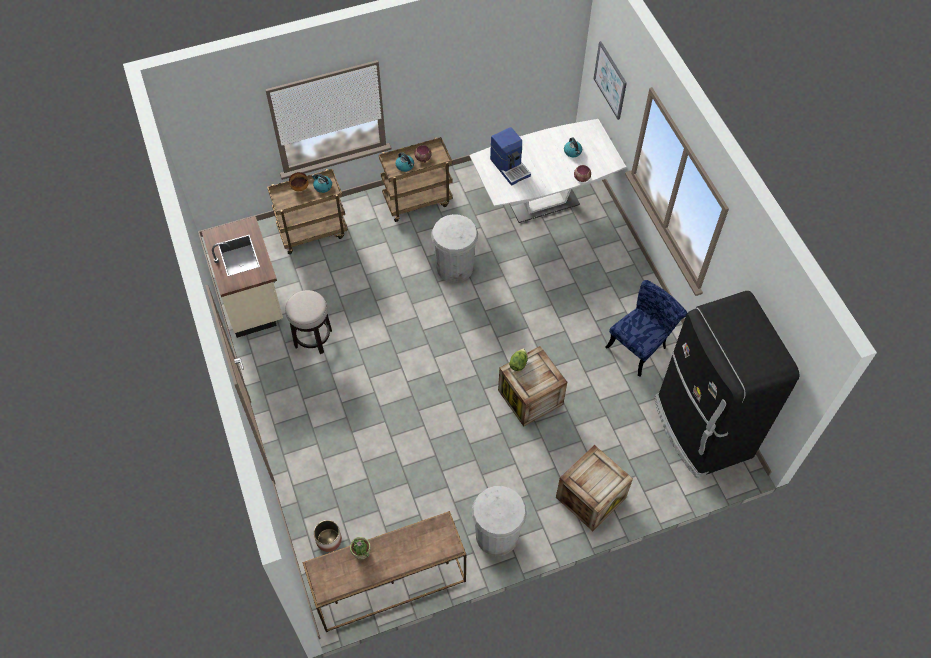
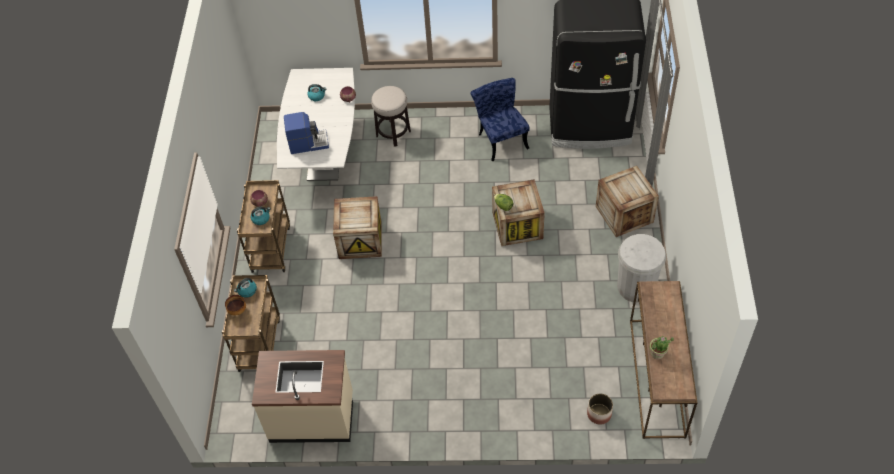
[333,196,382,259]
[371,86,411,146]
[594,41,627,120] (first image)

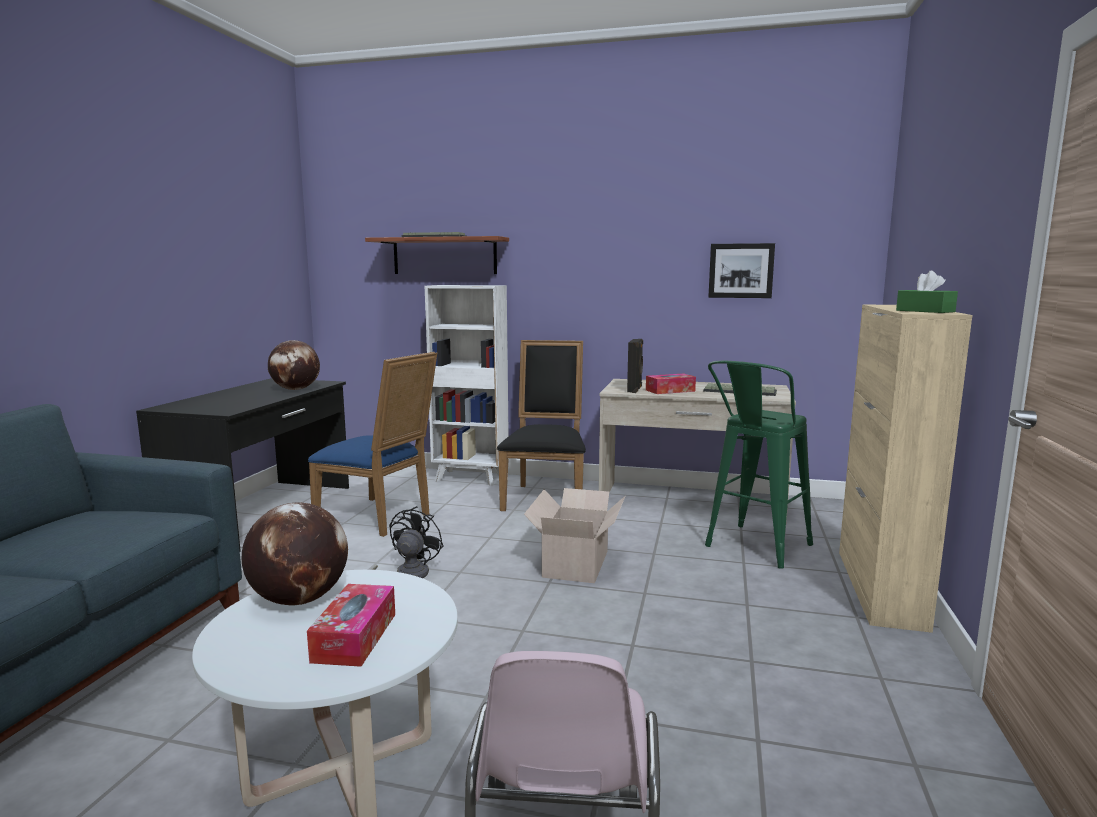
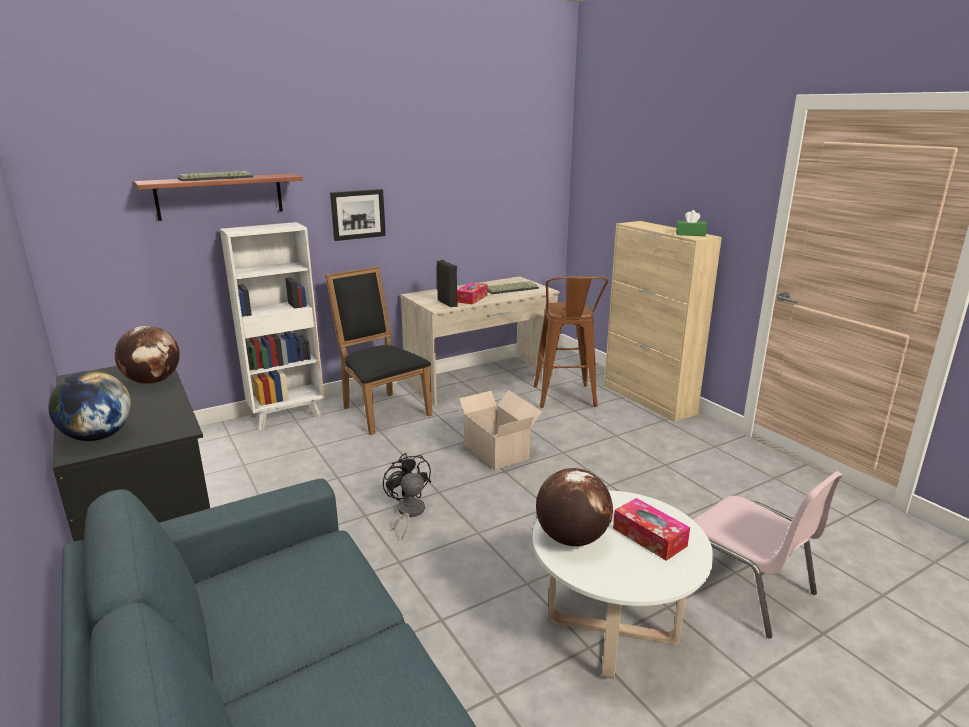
[48,370,131,441]
[330,189,386,241]
[534,276,608,408]
[308,352,437,537] (first image)

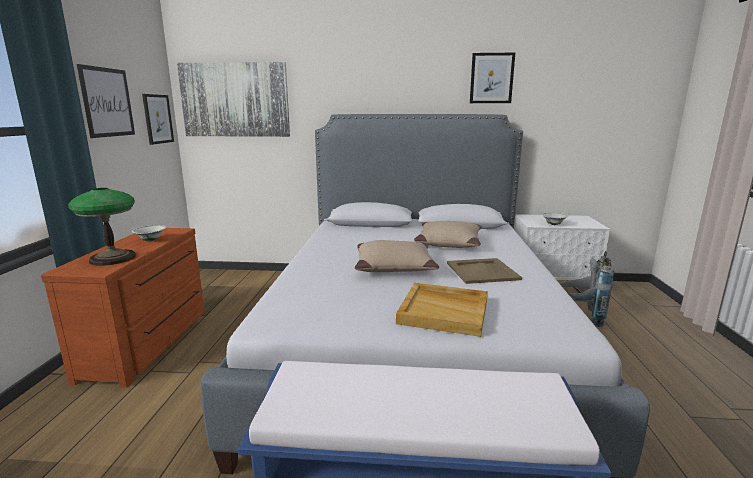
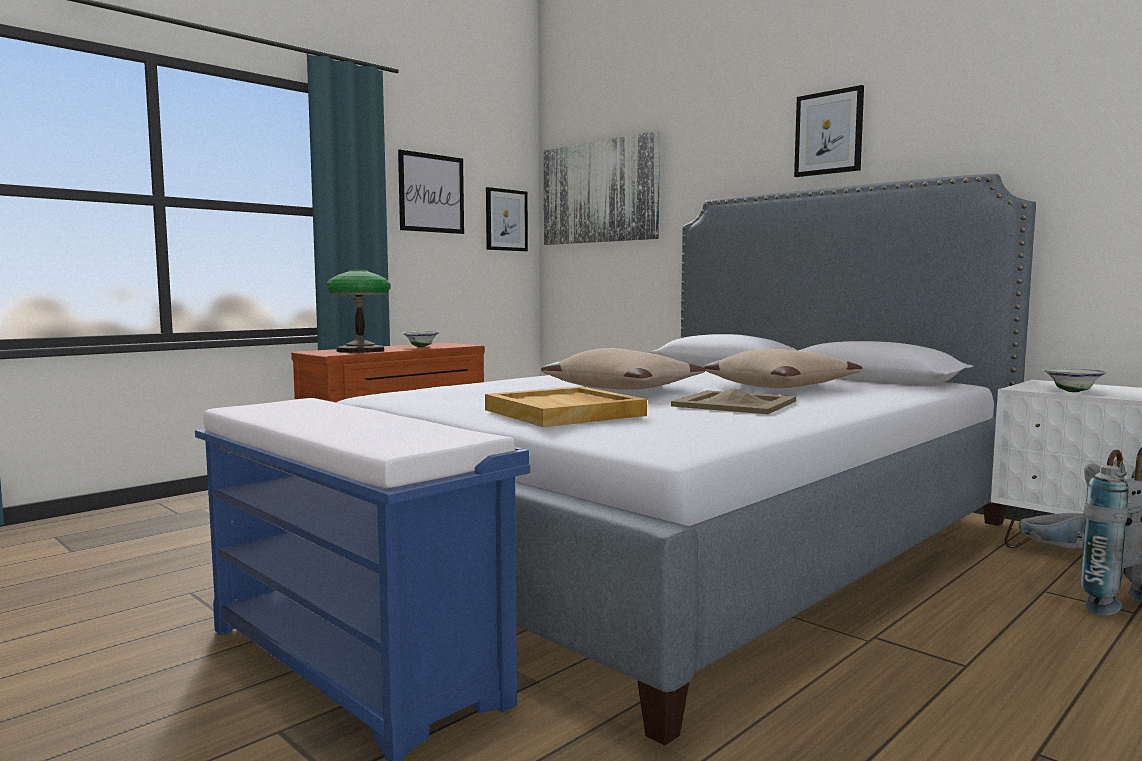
[794,85,864,177]

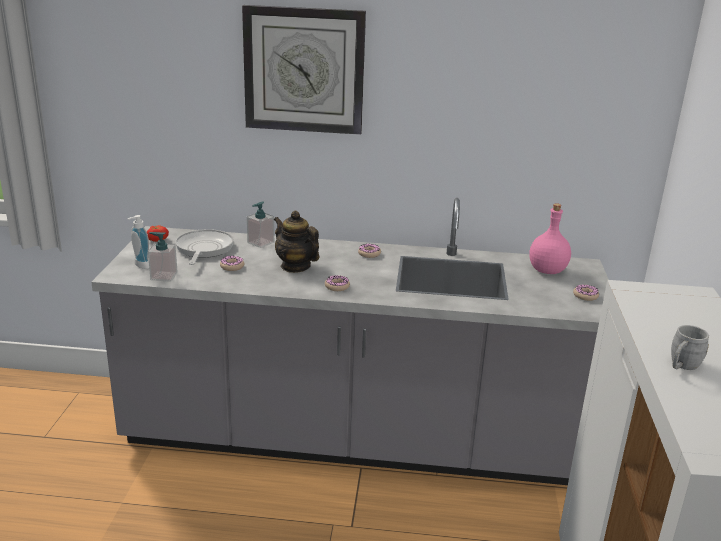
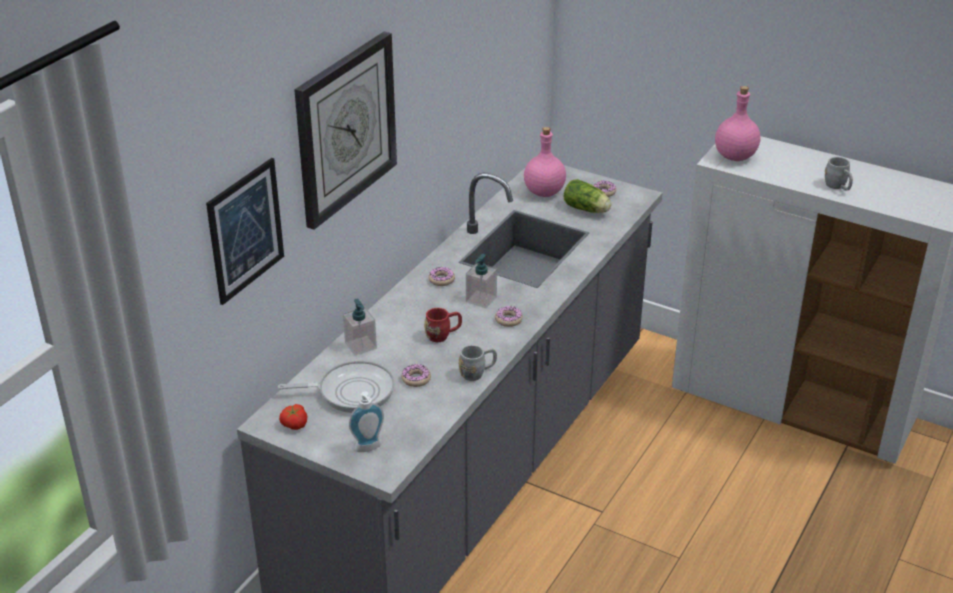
[206,158,284,305]
[278,361,395,413]
[424,308,462,342]
[459,345,497,381]
[466,254,497,308]
[564,179,612,213]
[715,86,761,161]

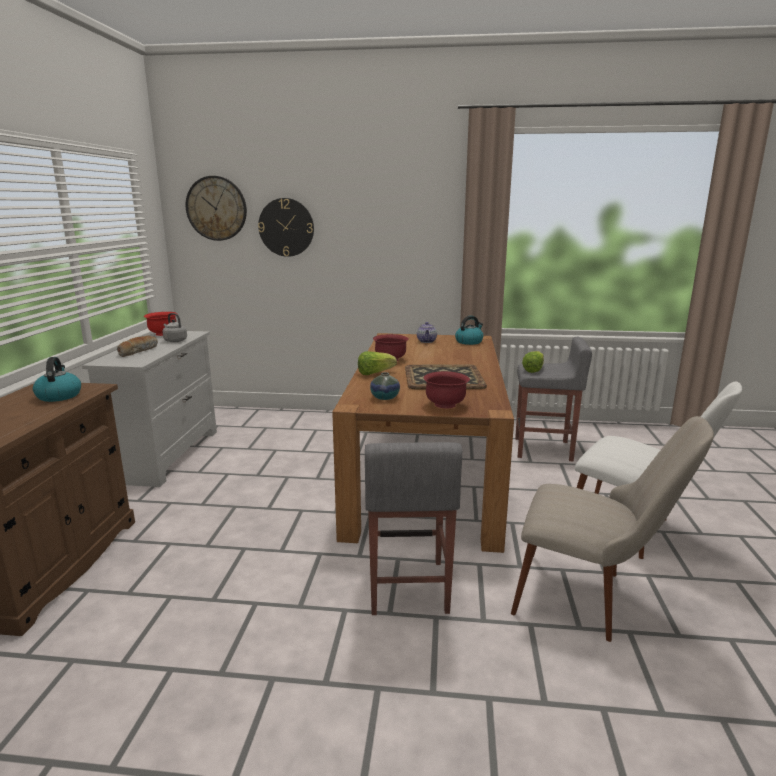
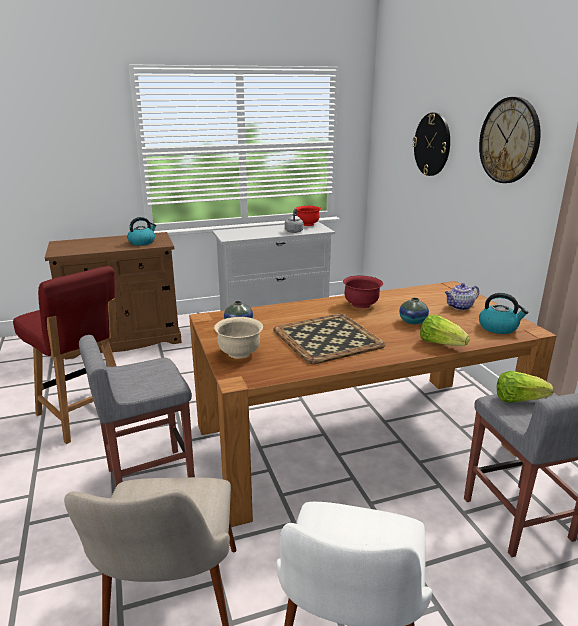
[13,266,117,444]
[214,317,263,359]
[399,298,429,324]
[420,315,470,346]
[479,97,541,183]
[117,336,158,357] (first image)

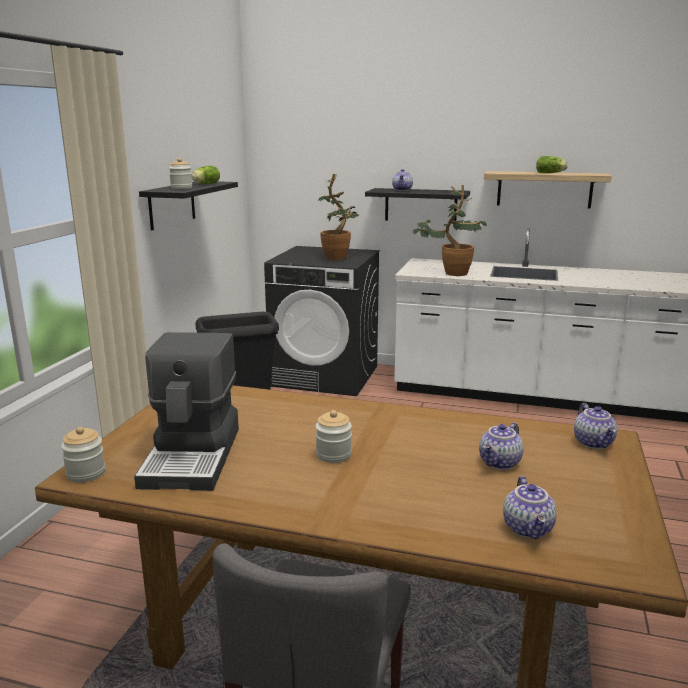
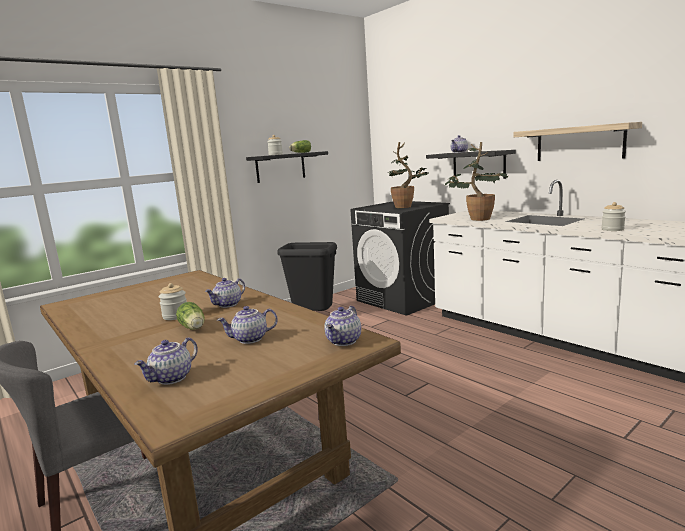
[176,302,205,330]
[205,278,245,308]
[601,202,626,231]
[134,332,239,491] (first image)

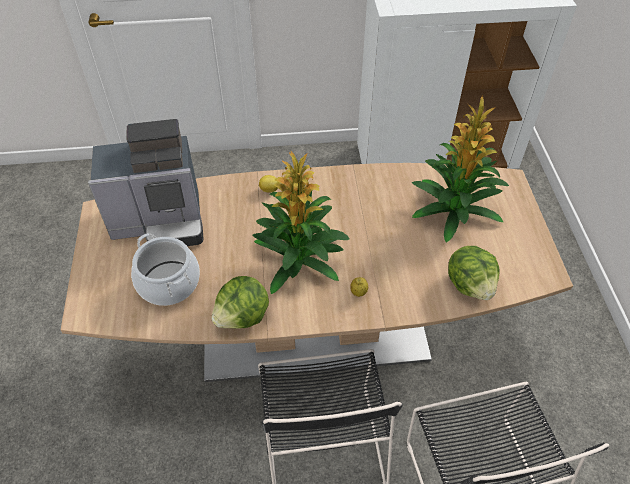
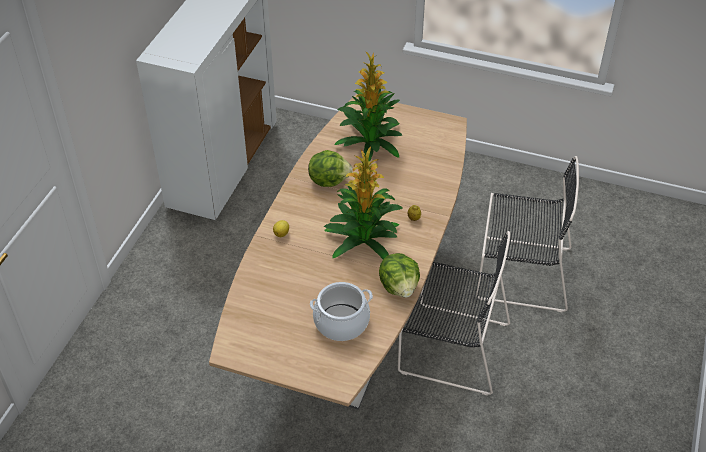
[308,150,353,187]
[88,119,204,246] (first image)

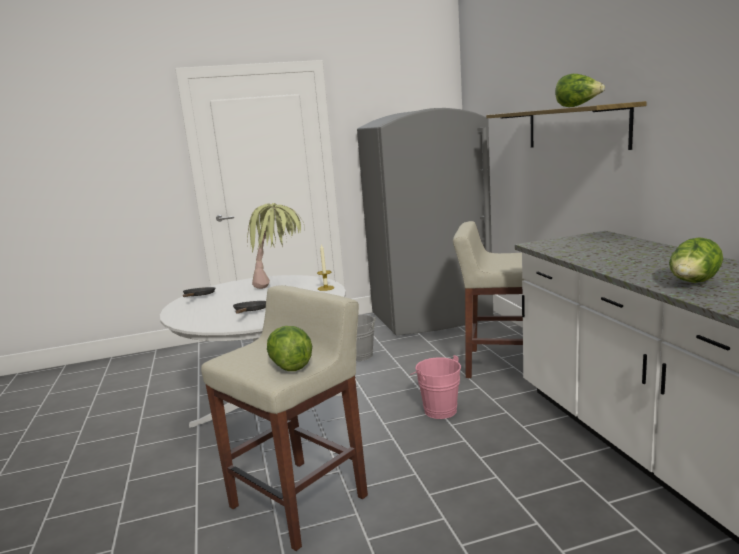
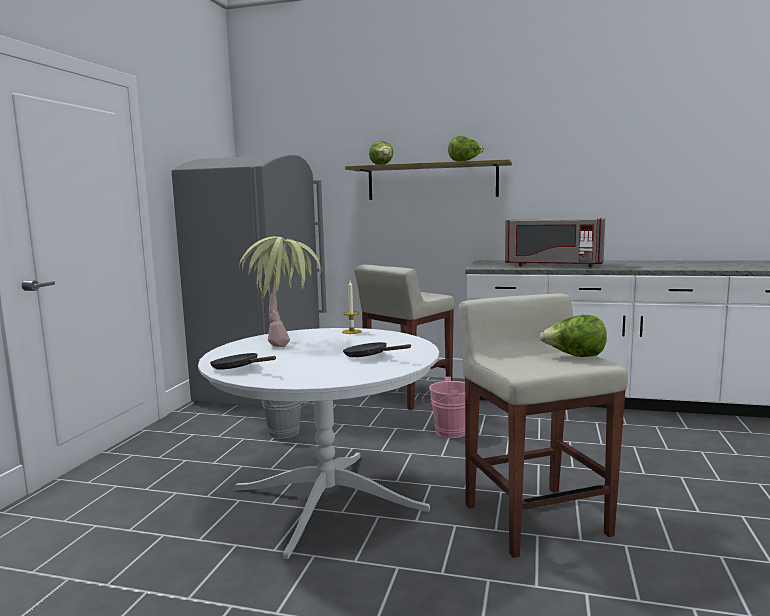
[369,141,393,165]
[505,218,605,267]

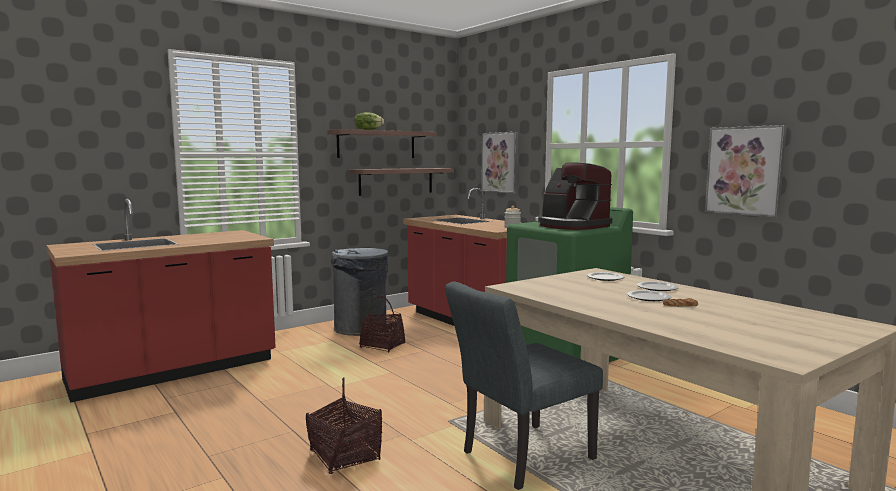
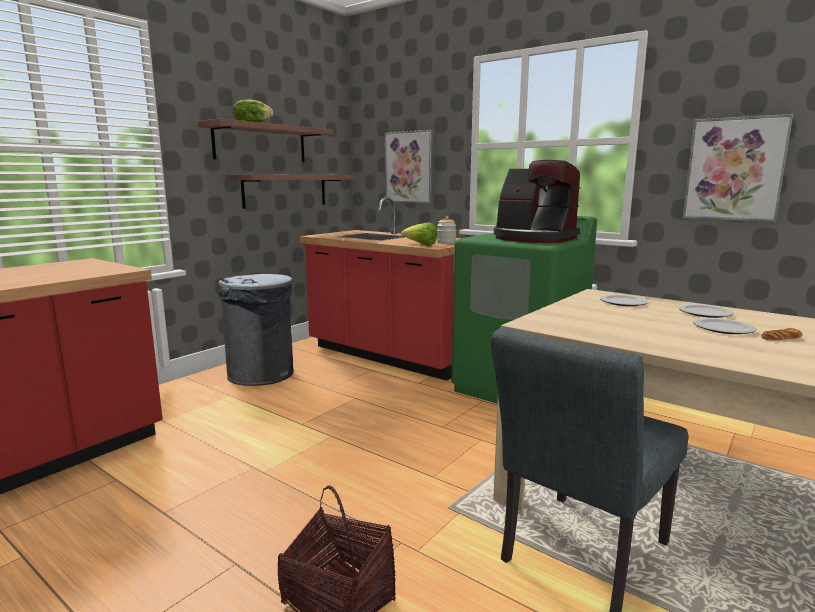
[401,222,437,246]
[360,296,405,352] (first image)

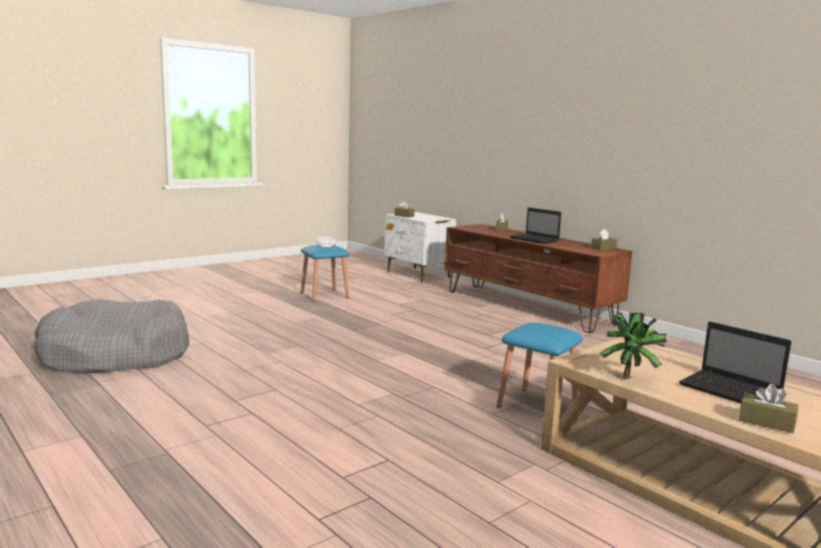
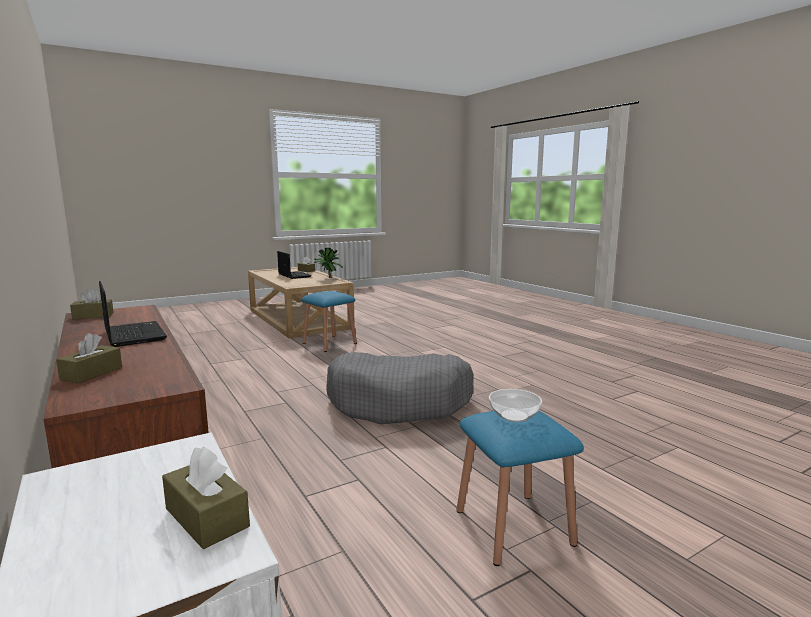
[326,352,474,424]

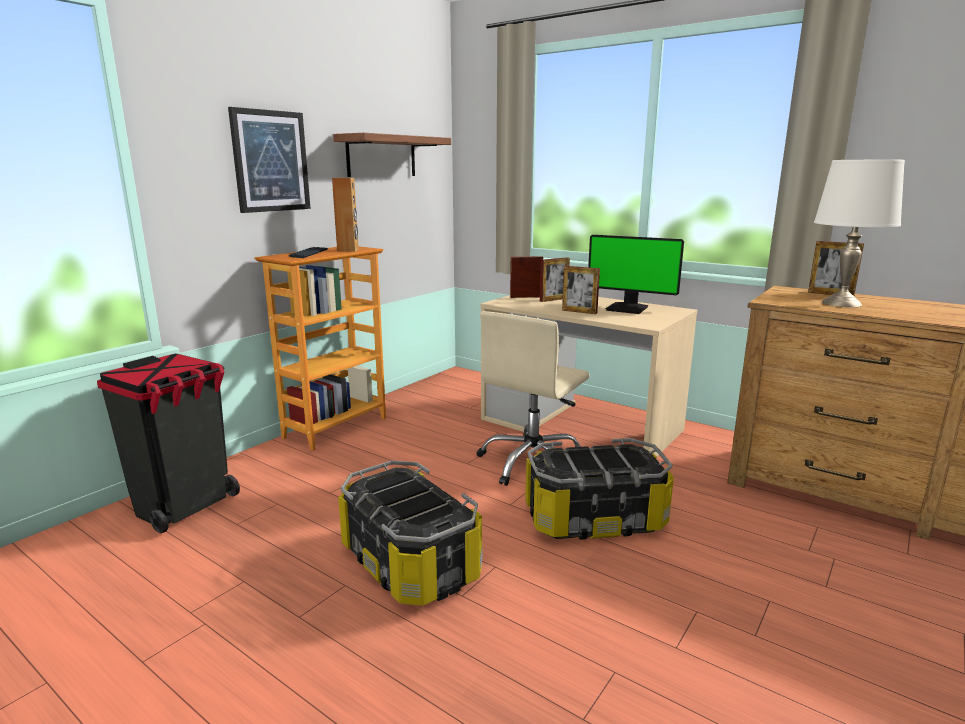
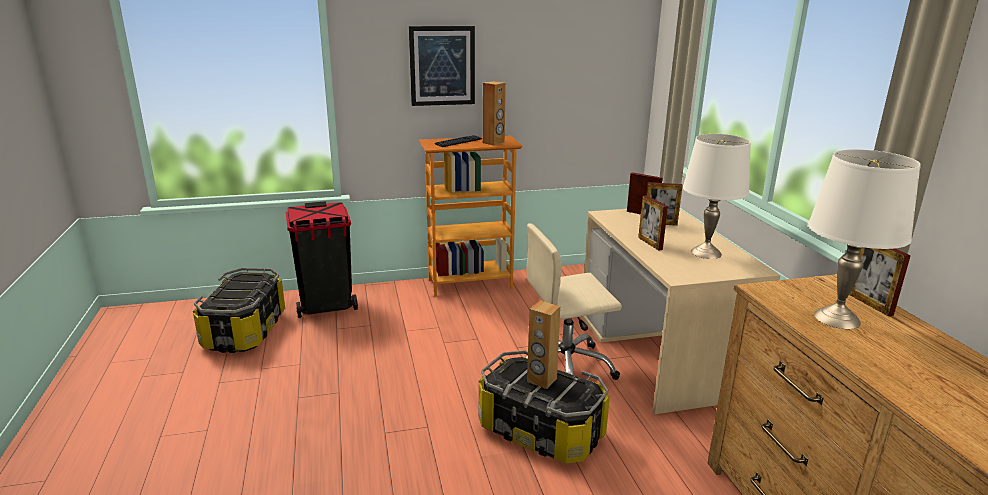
[193,268,285,353]
[527,300,560,389]
[683,134,751,259]
[333,133,451,177] (first image)

